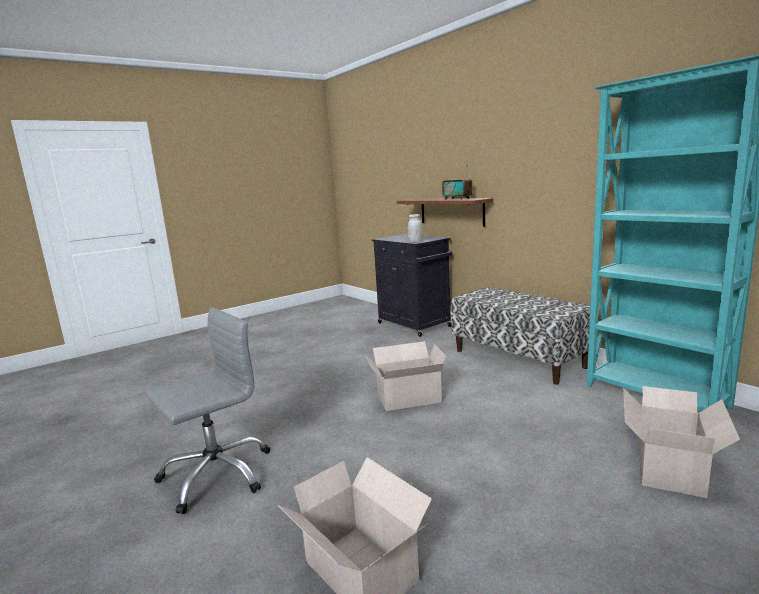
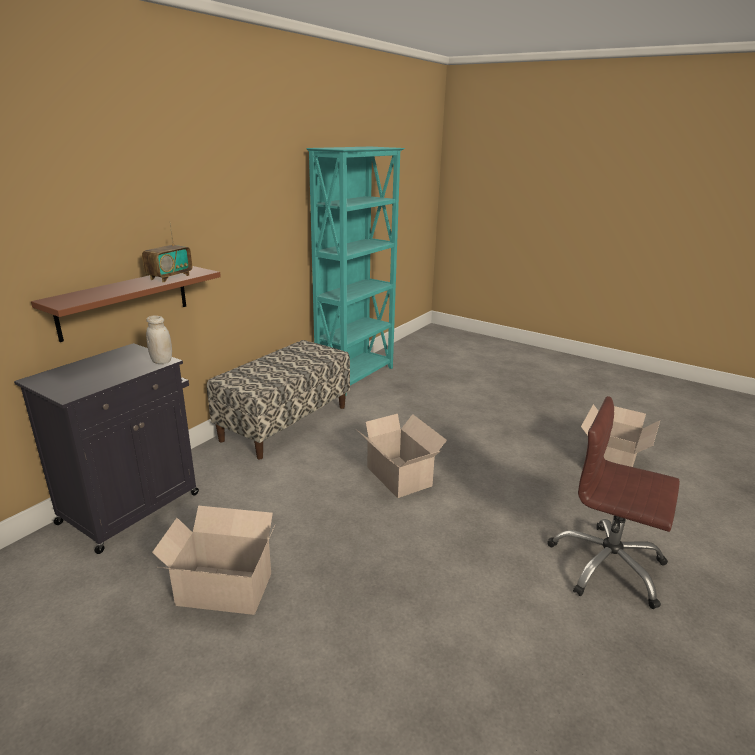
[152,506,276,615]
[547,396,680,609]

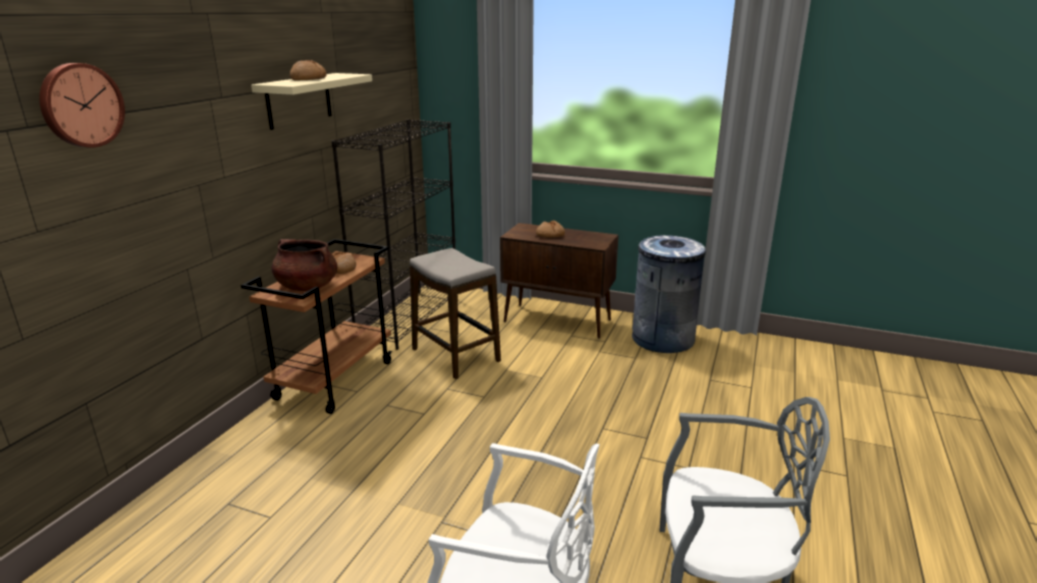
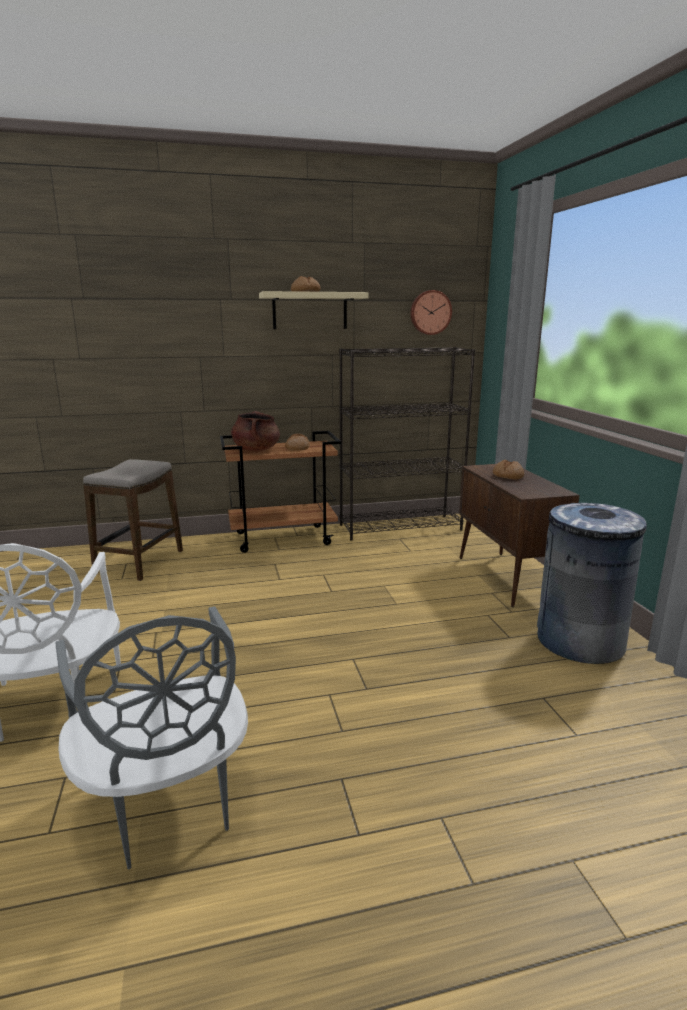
[83,459,183,581]
[410,290,452,335]

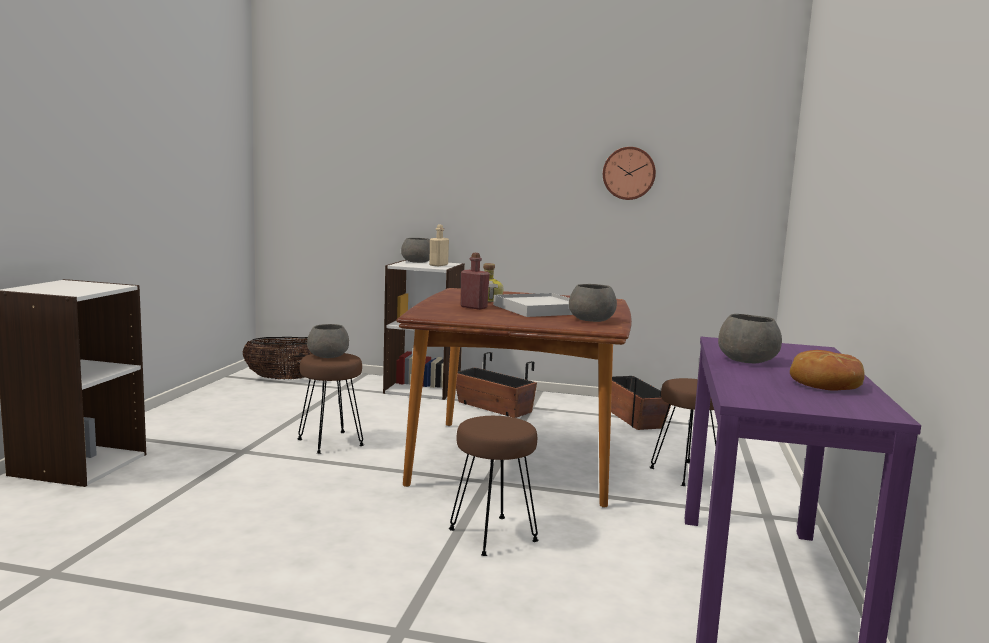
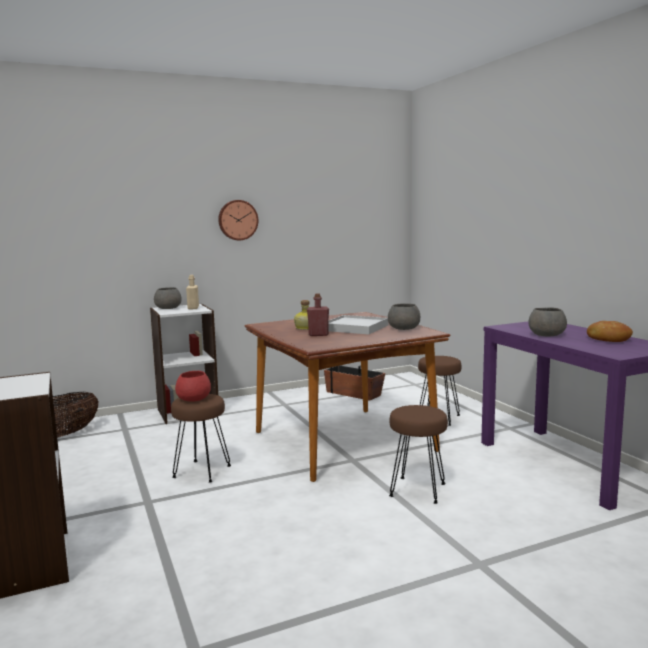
[175,371,211,401]
[218,200,258,241]
[456,352,537,418] (first image)

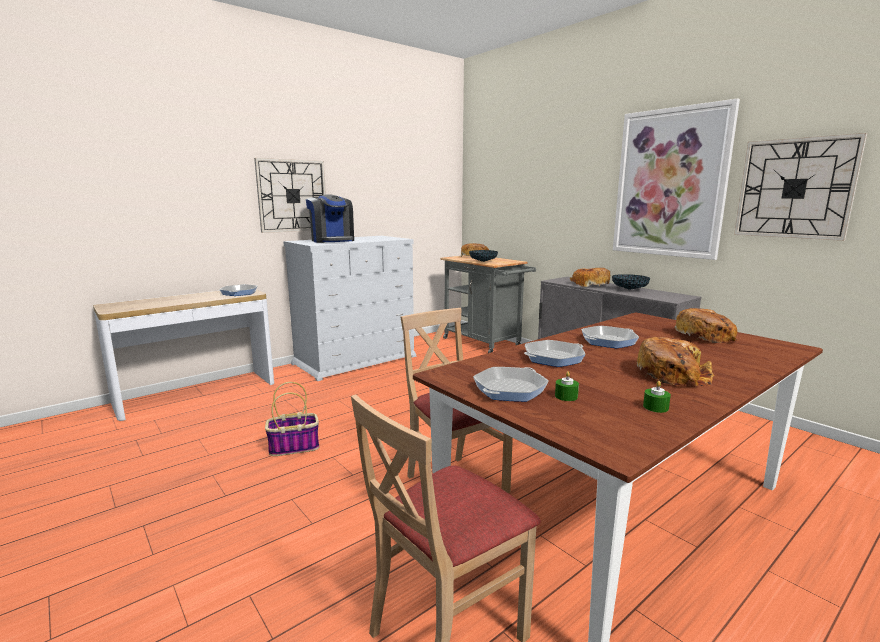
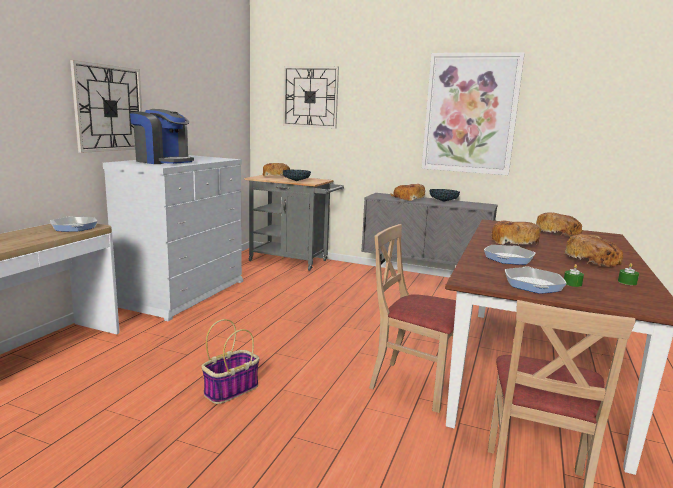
[283,66,339,129]
[491,221,541,245]

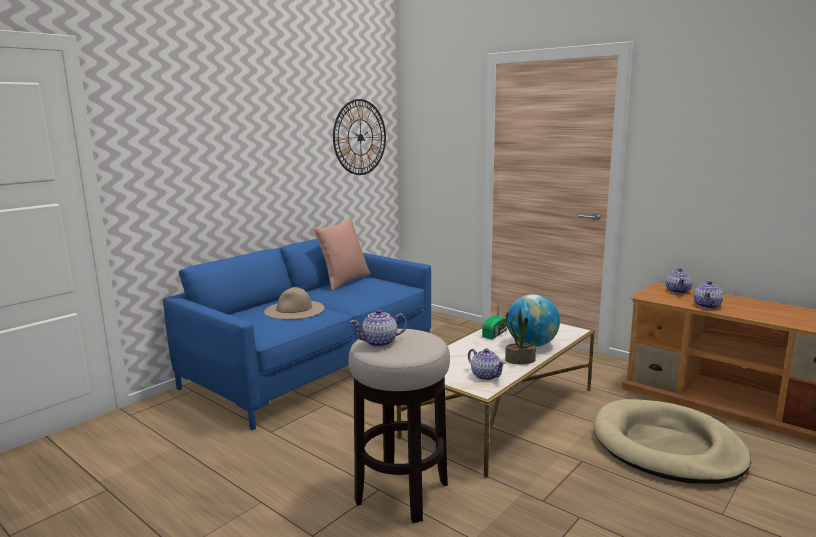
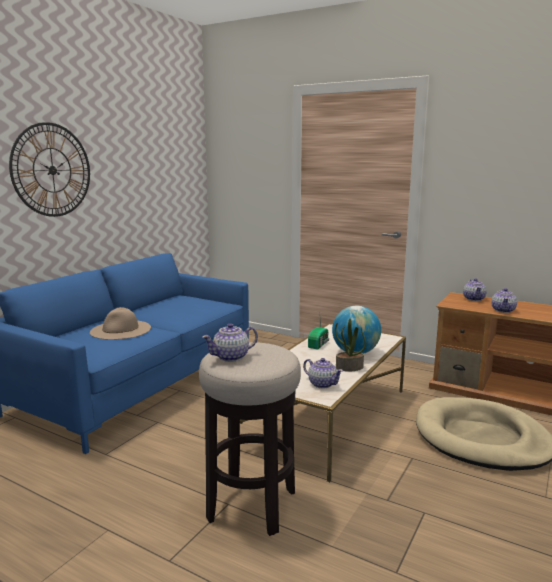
[9,122,90,217]
[314,219,370,291] (first image)

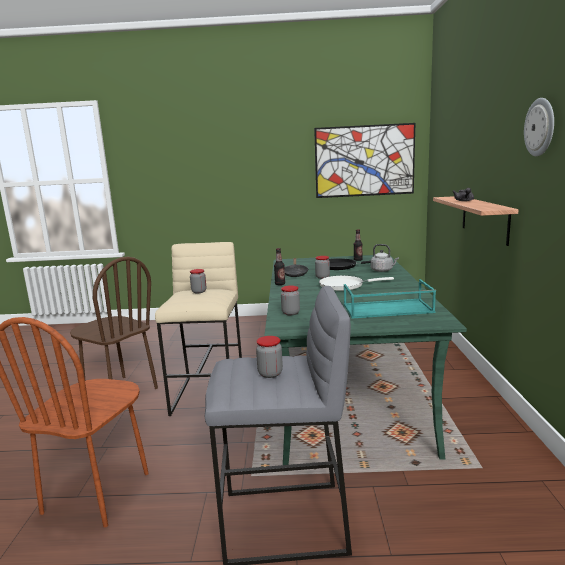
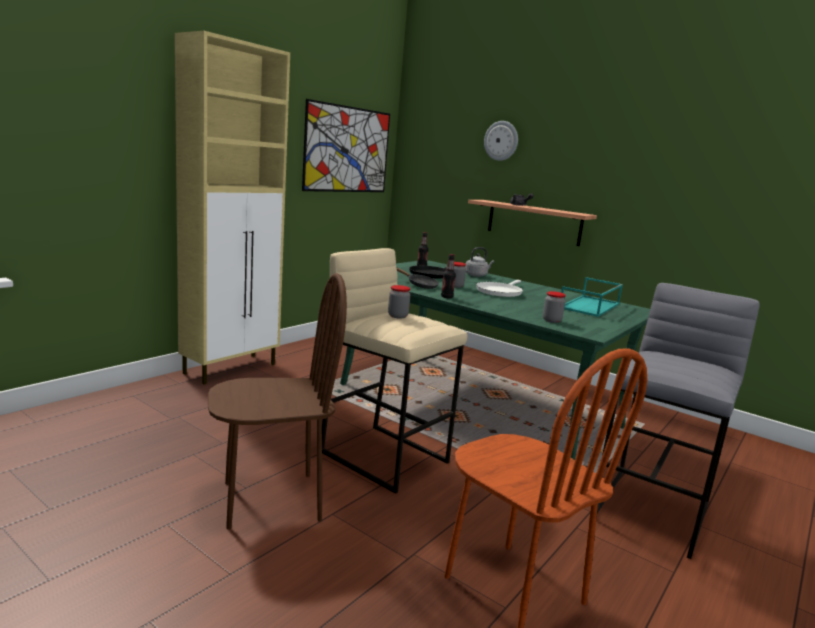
[175,31,290,384]
[484,121,518,161]
[256,336,283,378] (first image)

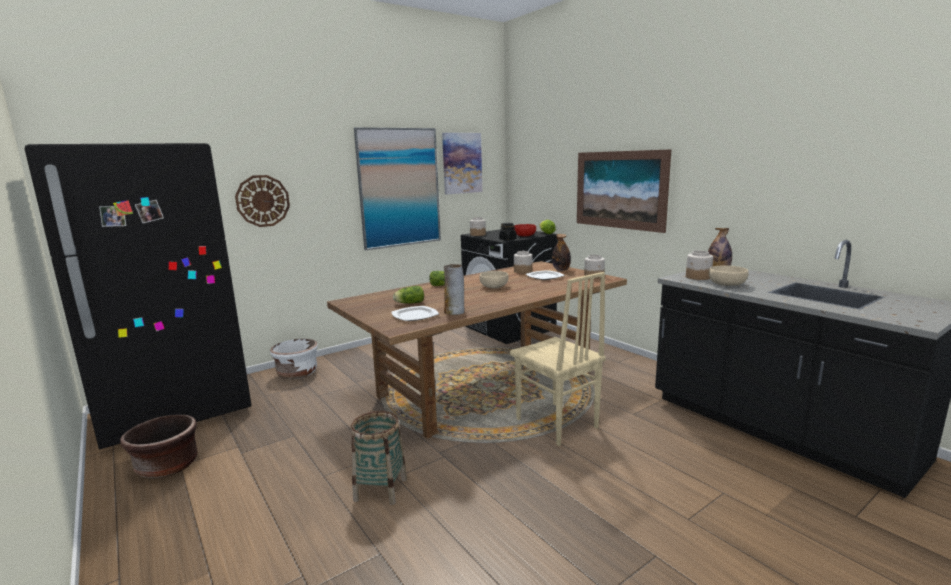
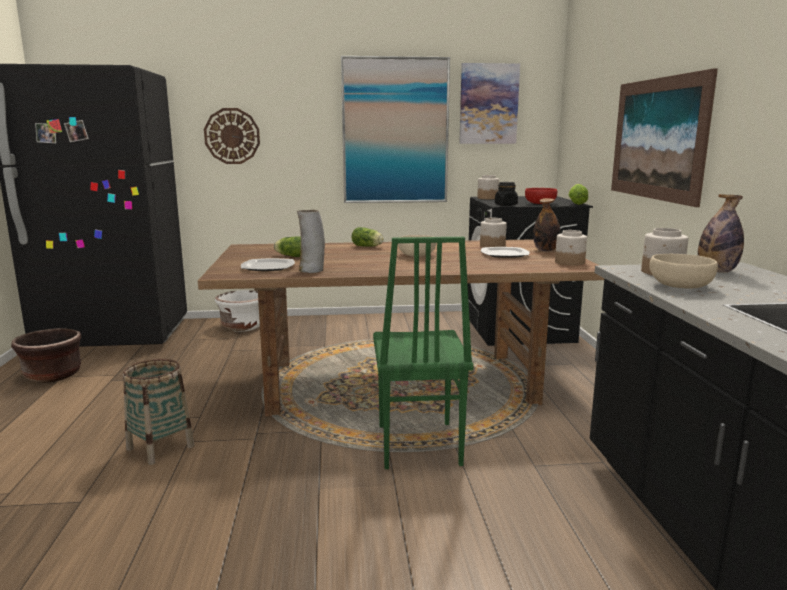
[373,237,474,469]

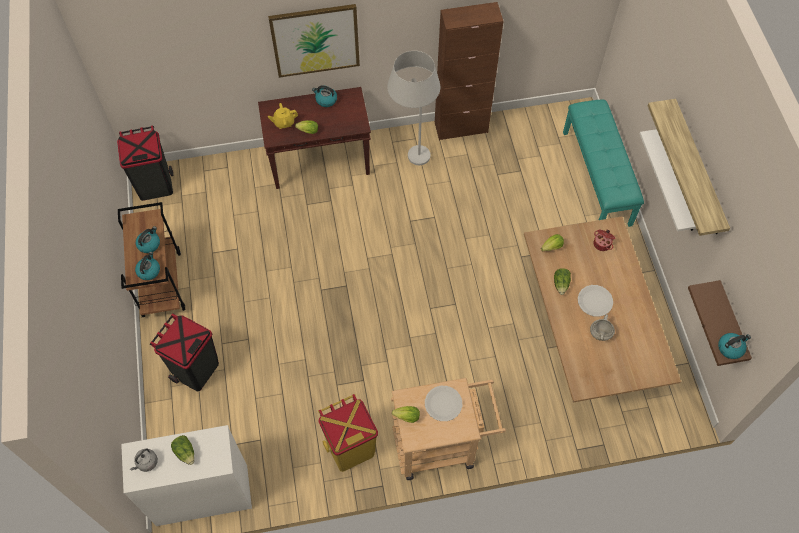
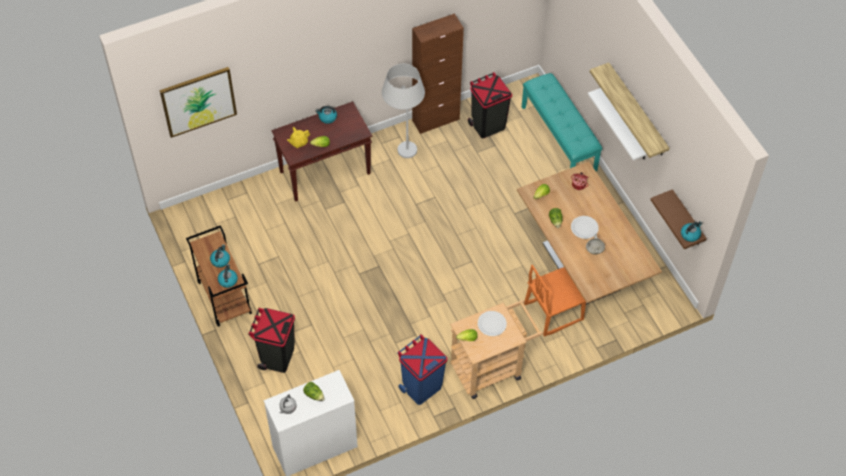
[159,67,237,138]
[397,334,448,405]
[468,72,512,138]
[524,265,586,337]

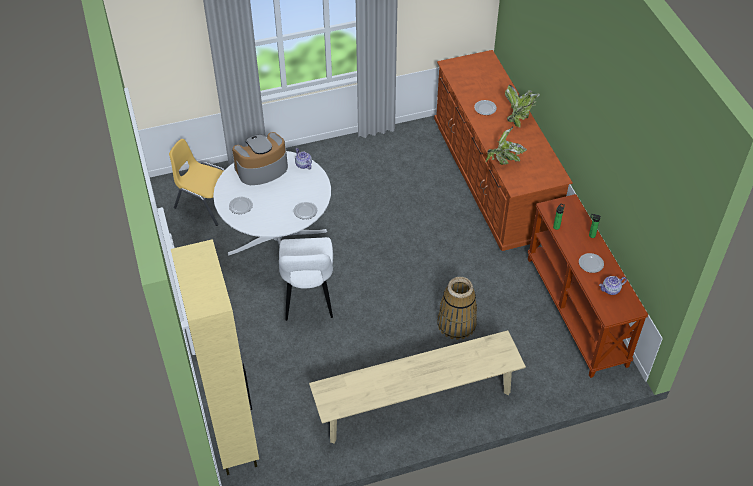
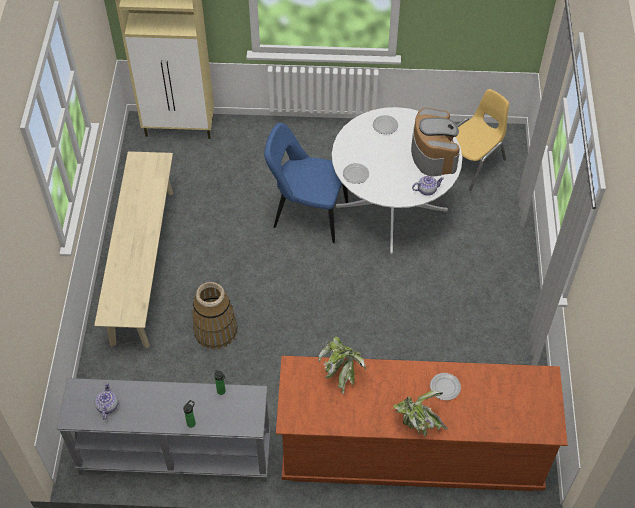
[57,378,271,482]
[264,123,348,243]
[579,253,604,273] (first image)

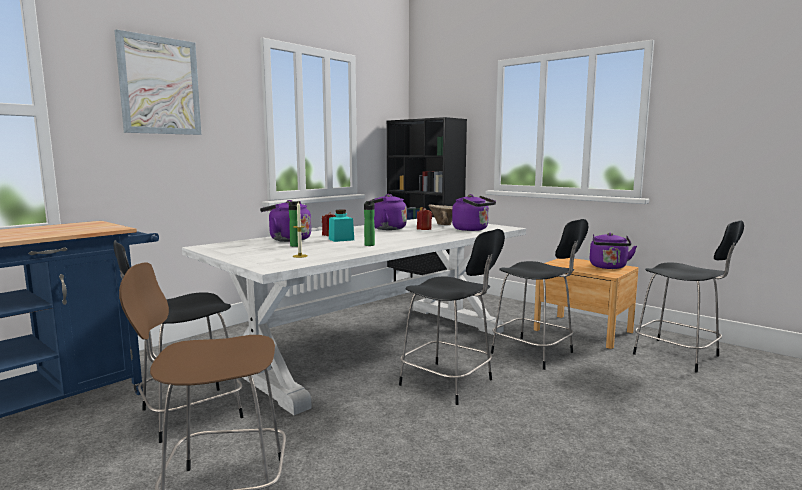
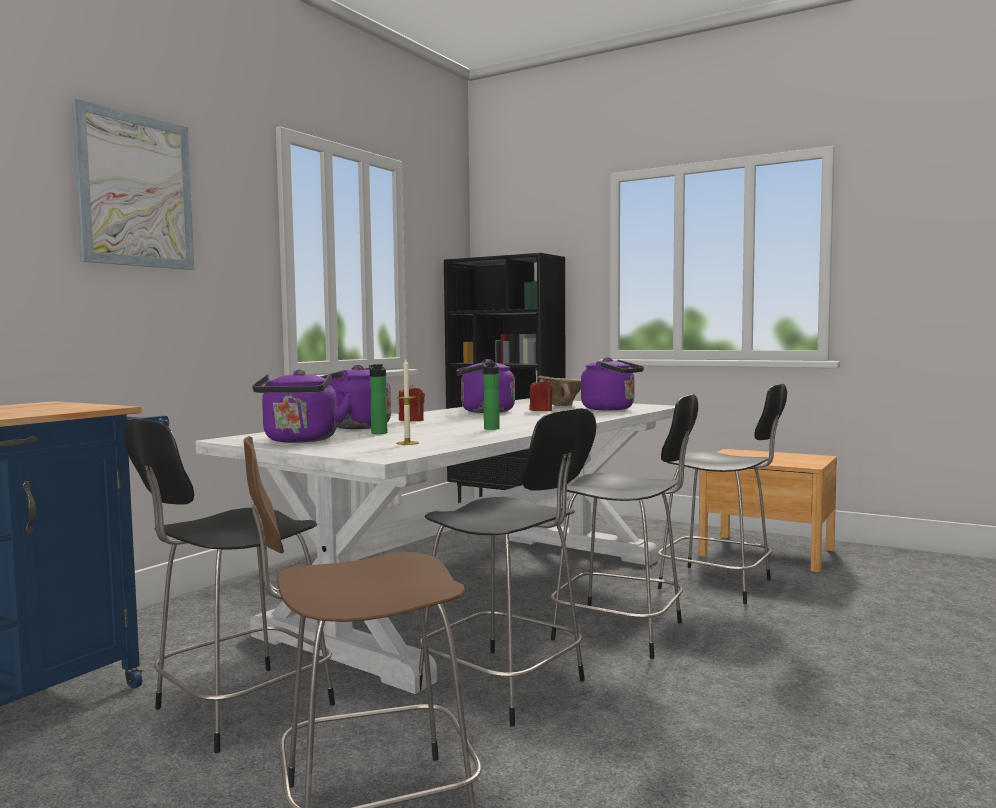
[252,369,352,443]
[418,408,596,727]
[329,210,354,242] (first image)

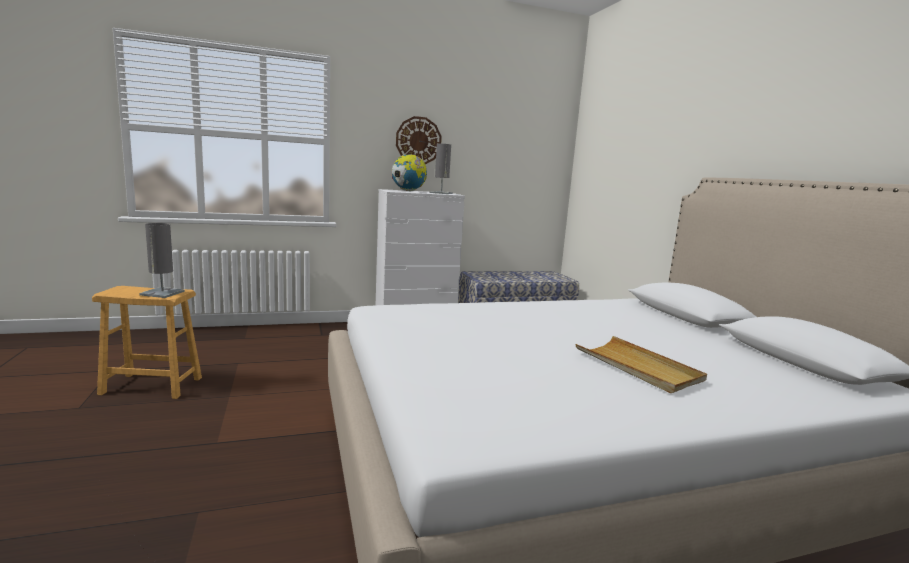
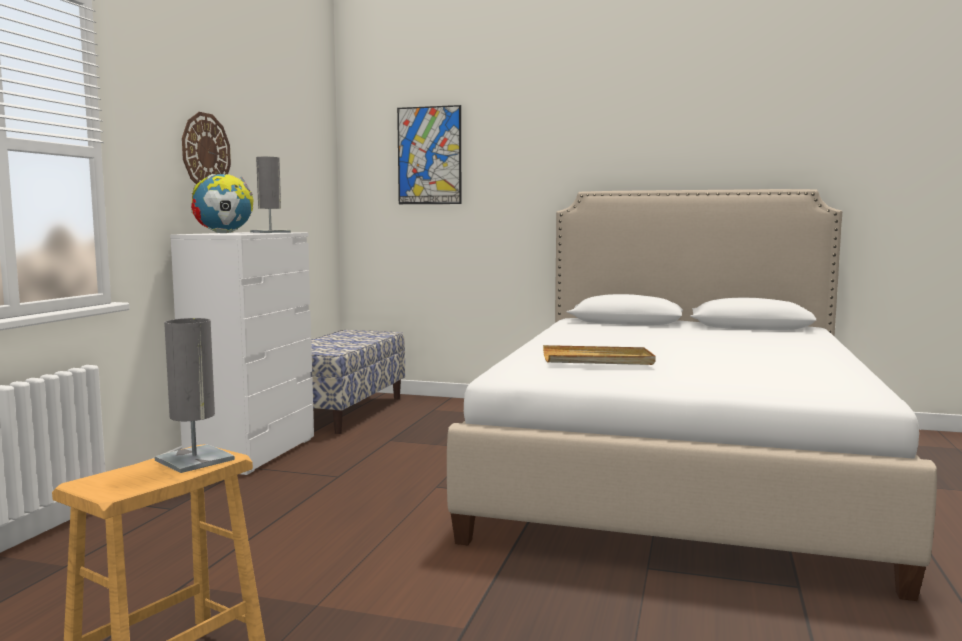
[397,105,461,204]
[543,345,656,365]

